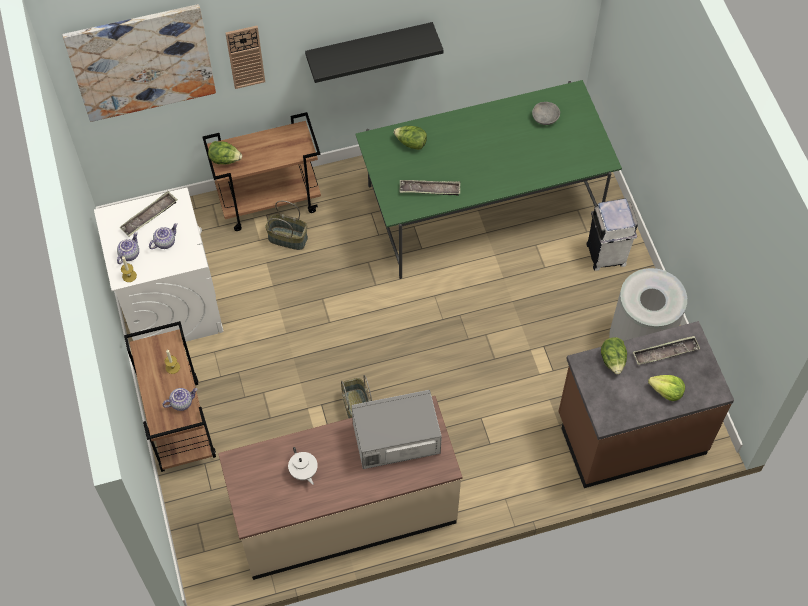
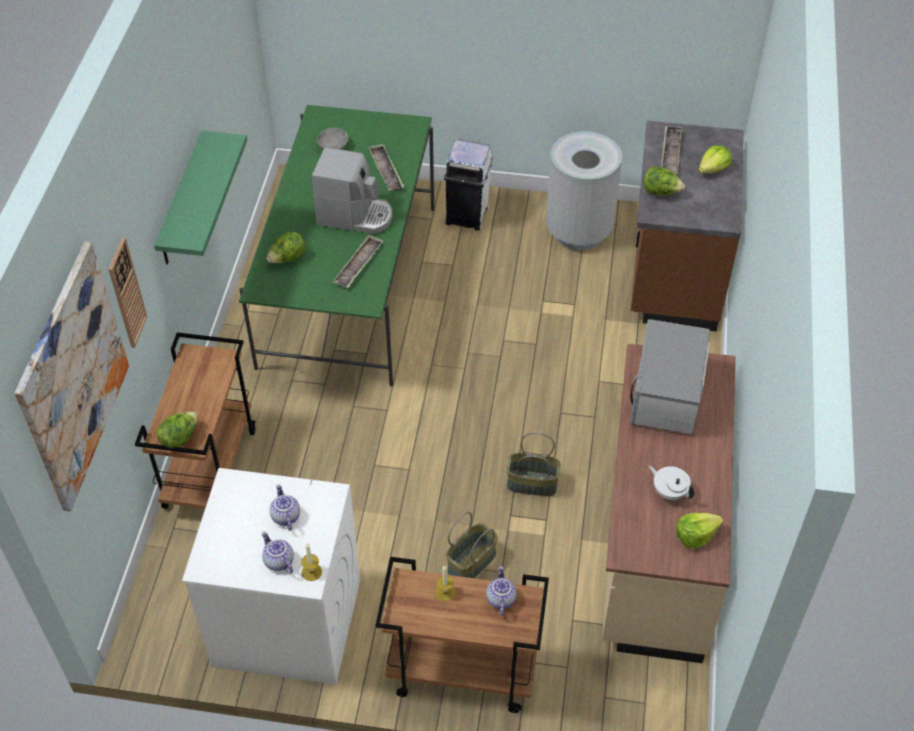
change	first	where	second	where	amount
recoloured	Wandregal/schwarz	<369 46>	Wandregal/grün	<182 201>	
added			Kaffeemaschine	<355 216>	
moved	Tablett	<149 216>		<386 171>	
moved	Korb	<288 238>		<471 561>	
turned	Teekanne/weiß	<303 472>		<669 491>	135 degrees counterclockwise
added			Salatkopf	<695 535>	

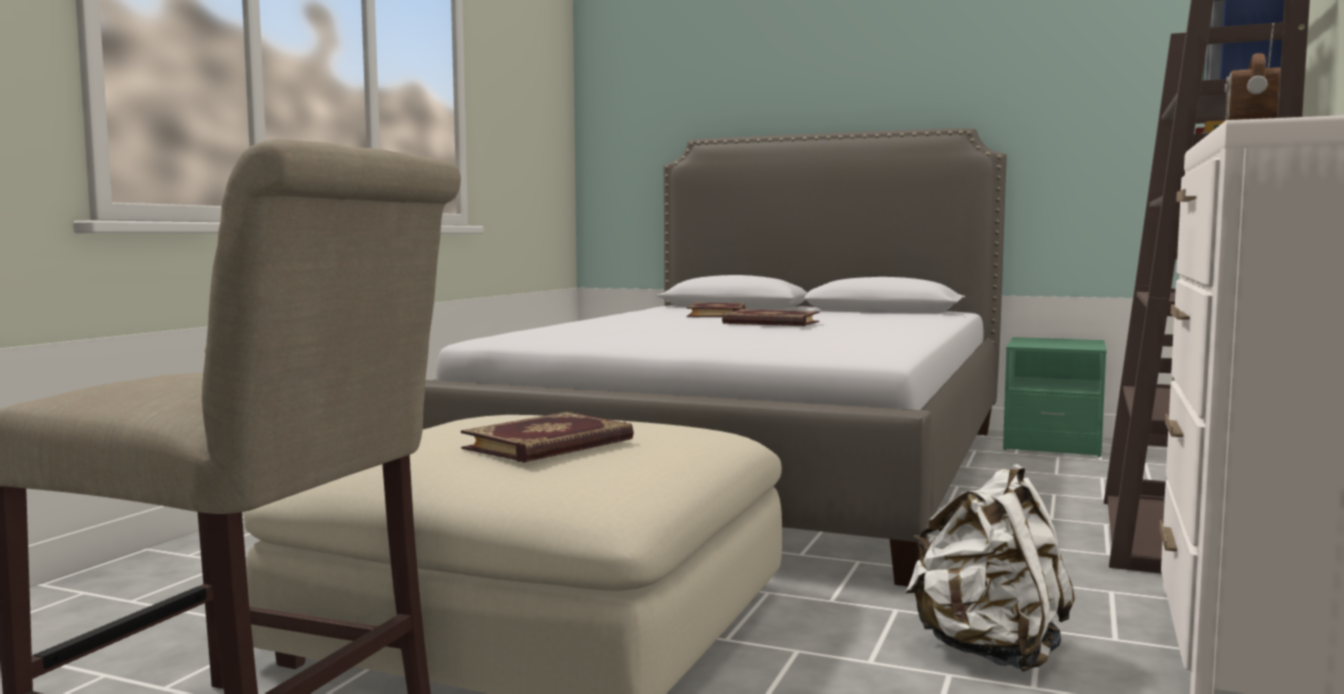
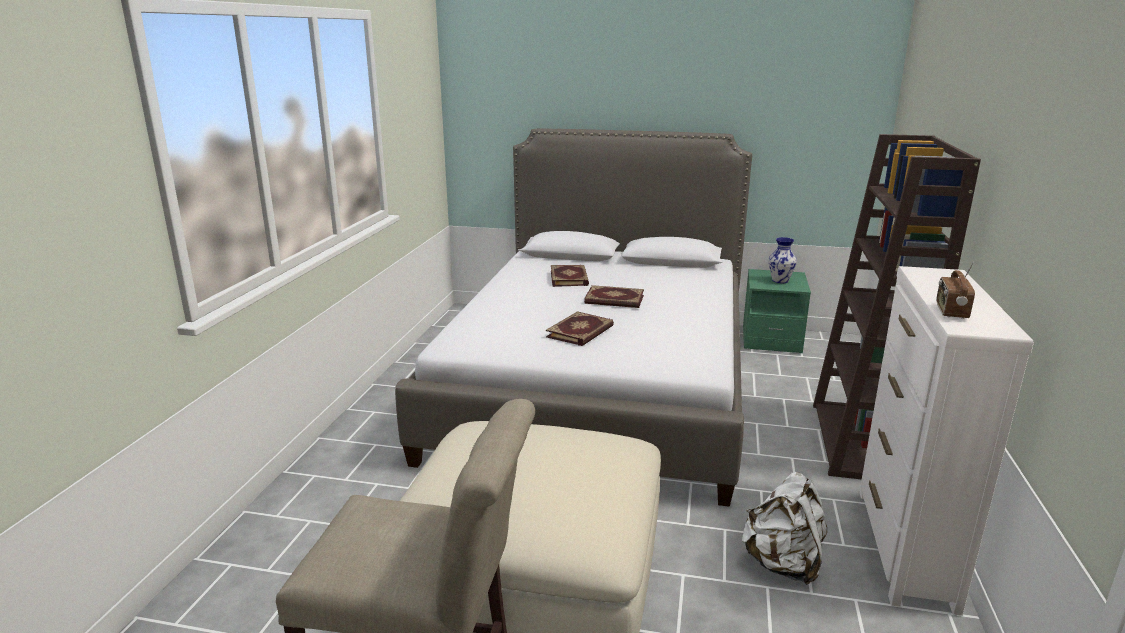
change	first	where	second	where	amount
moved	Buch	<550 444>		<581 332>	
added			Vase	<780 280>	

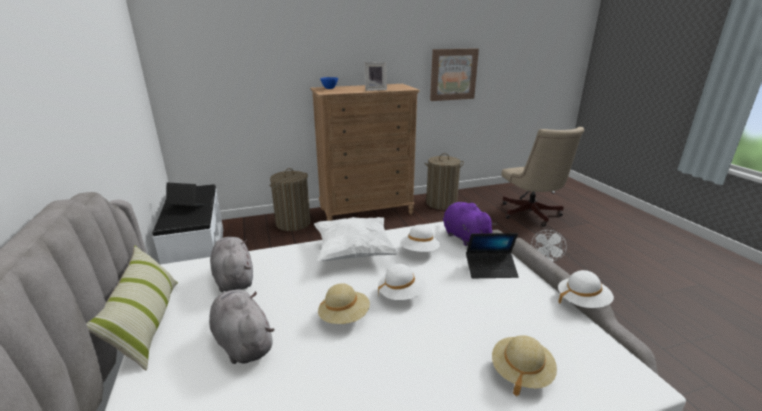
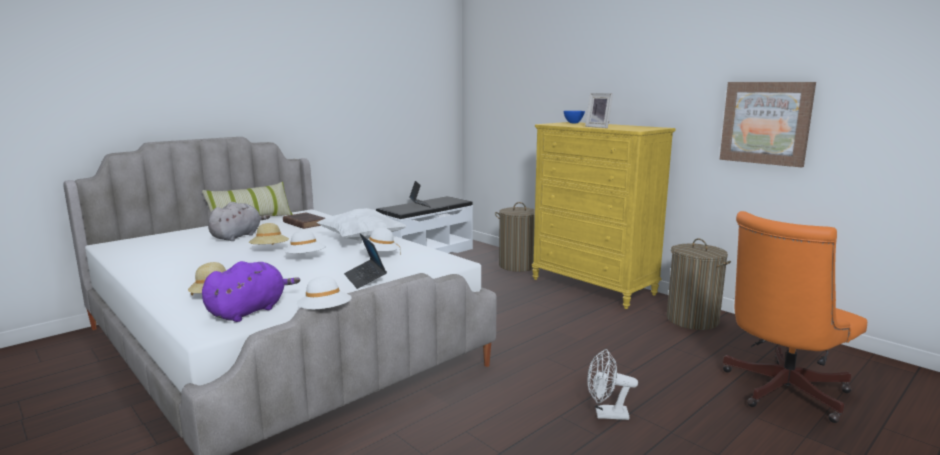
change	first	where	second	where	amount
moved	Plüschtier/lila	<464 237>		<249 311>	
replaced	Plüschtier/grau	<234 279>	Buch/braun	<304 223>	
recoloured	Kommode/braun	<366 211>	Kommode/gelb	<593 286>	
recoloured	Bürostuhl/beige	<531 215>	Bürostuhl/orange	<779 392>	

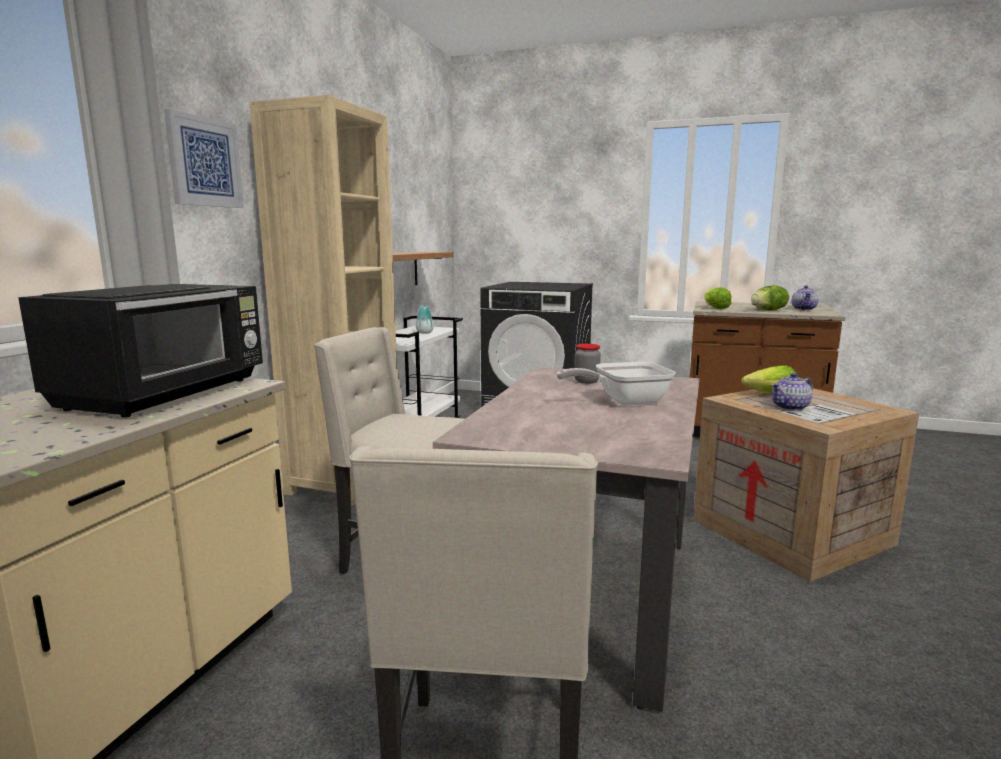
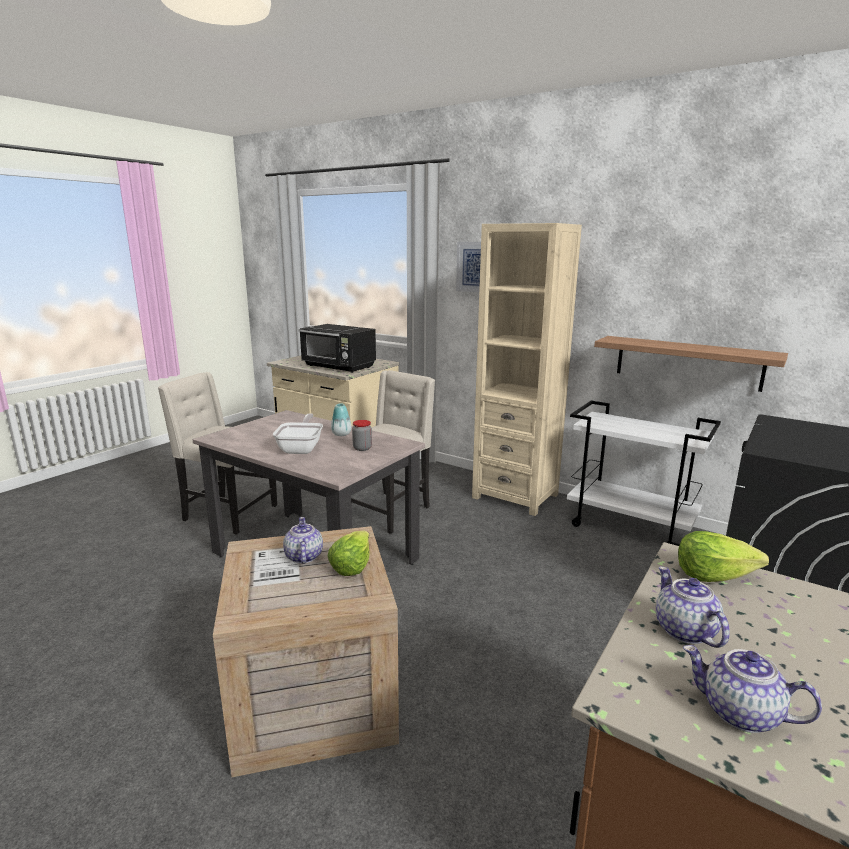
change	first	where	second	where	amount
moved	Vase	<424 333>		<341 434>	
replaced	Salatkopf	<769 310>	Teekanne	<683 630>	

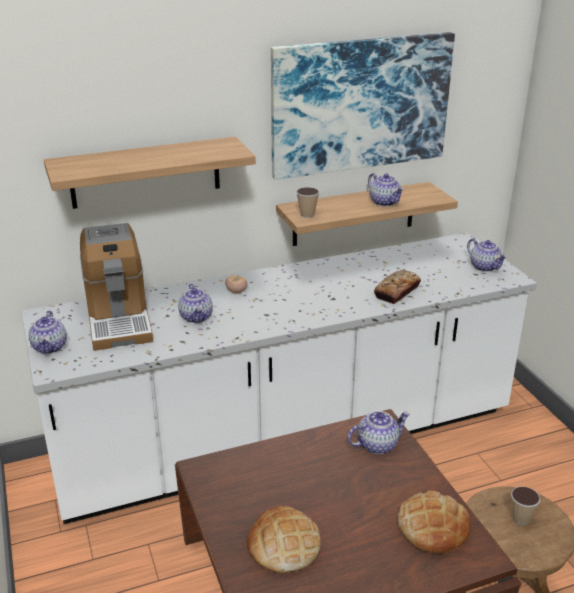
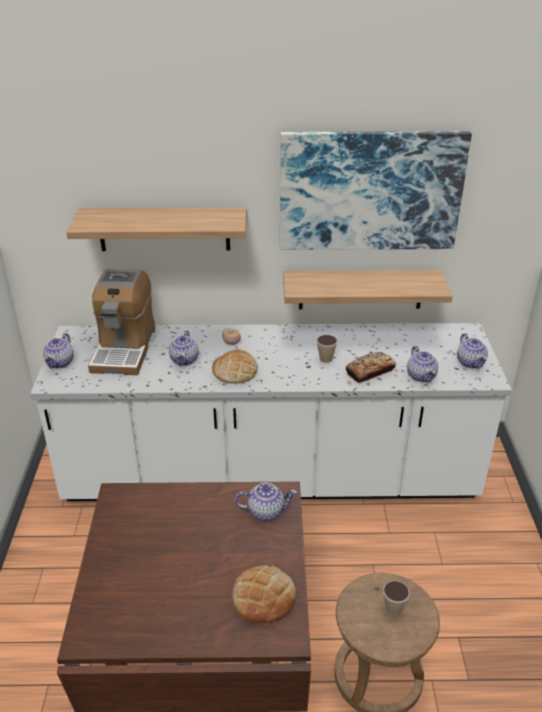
change	first	where	second	where	amount
moved	Brot	<283 545>		<235 371>	
moved	Tasse	<307 214>		<326 359>	
moved	Teekanne	<385 202>		<421 376>	

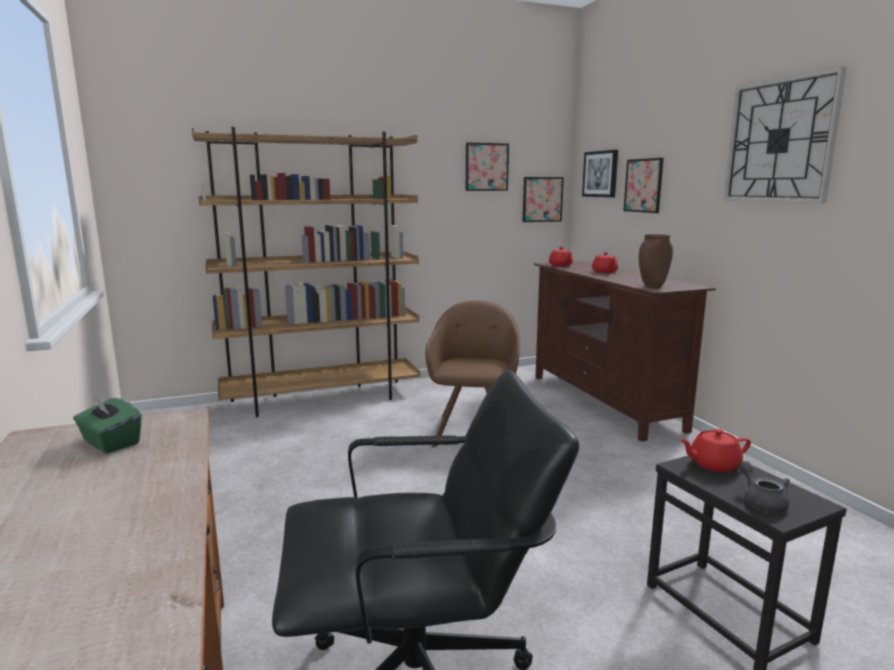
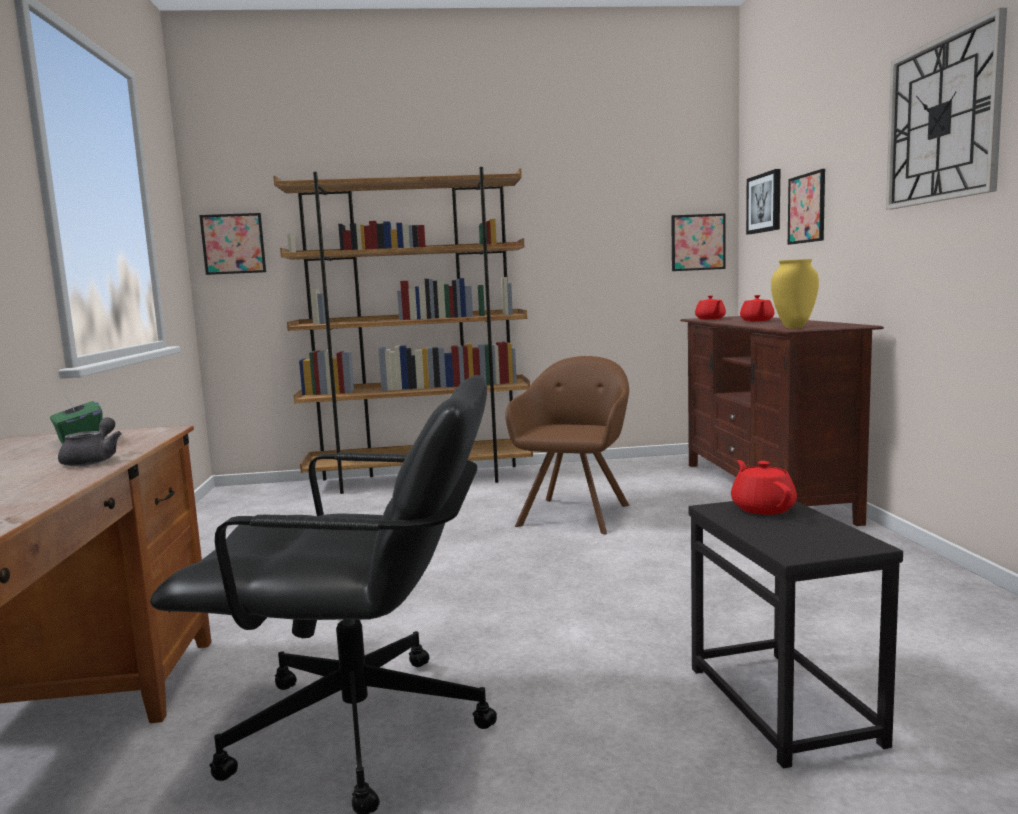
change	first	where	second	where	amount
moved	Teekanne/grau	<762 501>		<93 460>	
moved	Bild	<486 167>		<233 244>	
turned	Teekanne/rot	<713 465>		<762 508>	75 degrees clockwise
recoloured	Vase/braun	<652 287>	Vase/gelb	<793 327>	

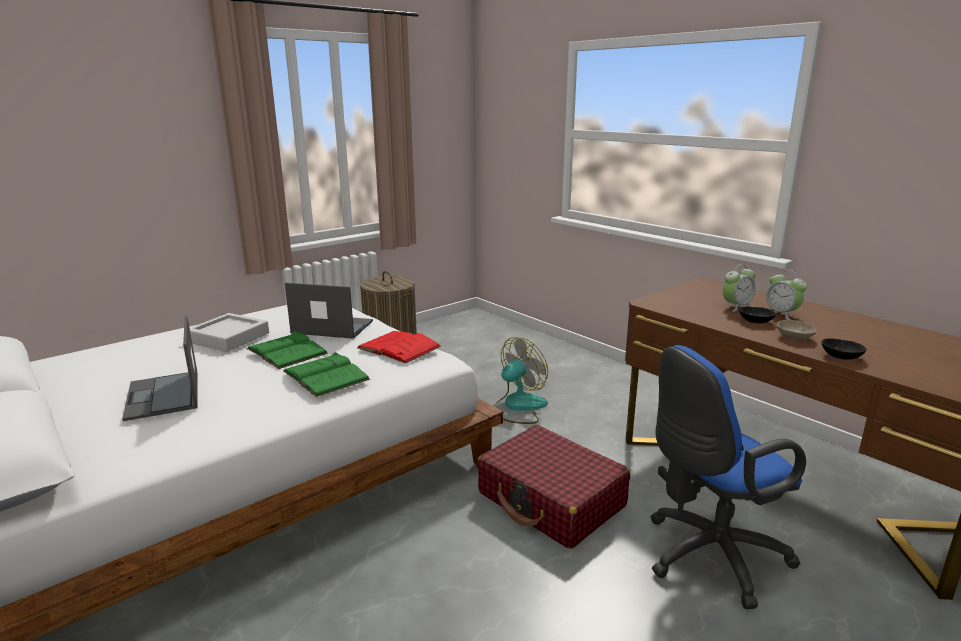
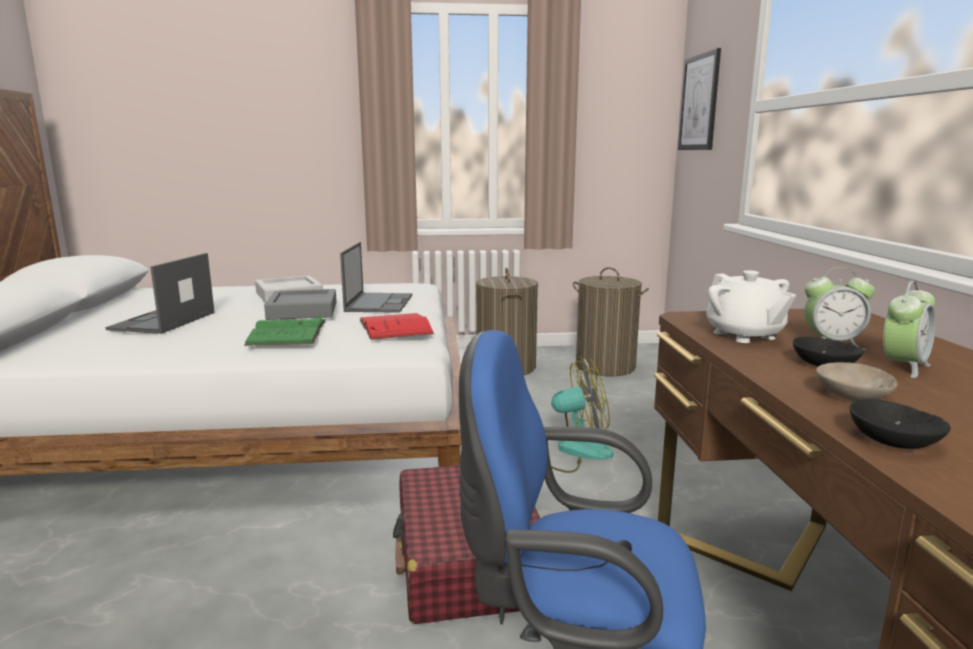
change	first	where	second	where	amount
replaced	Buch/grün	<287 351>	Tablett/grau	<302 311>	
turned	Laptop	<331 327>		<379 303>	45 degrees clockwise
added			Wäschekorb	<605 366>	
added			Bild	<699 102>	
added			Teekanne/weiß	<744 335>	
turned	Wecker	<781 314>		<903 367>	135 degrees counterclockwise

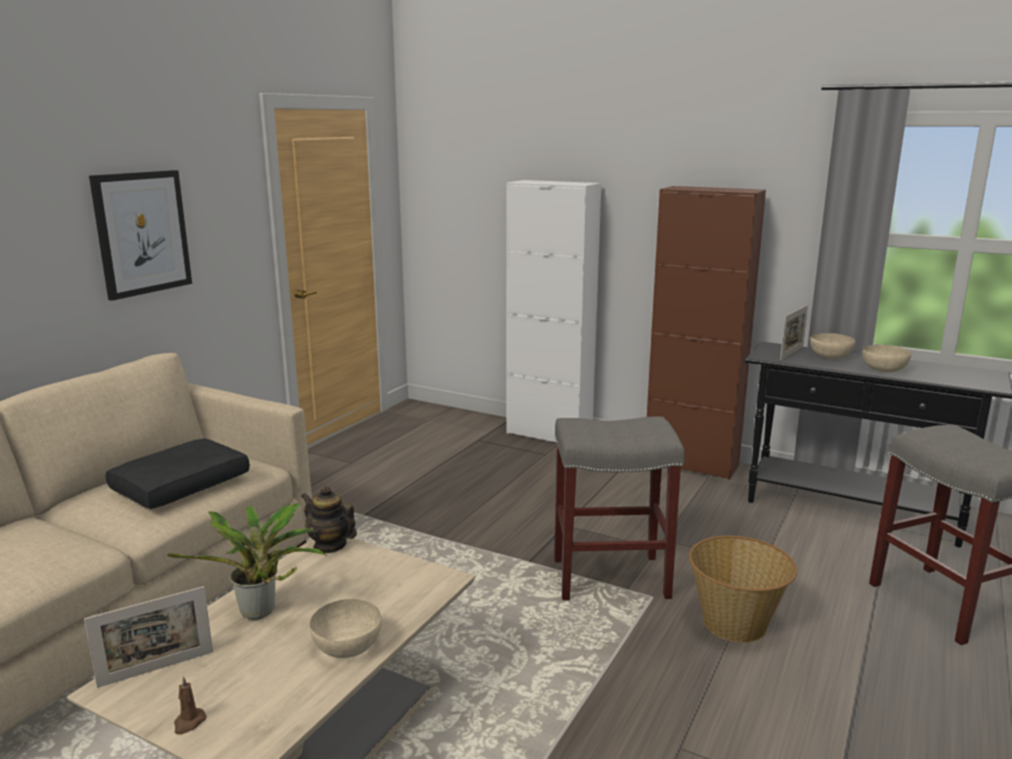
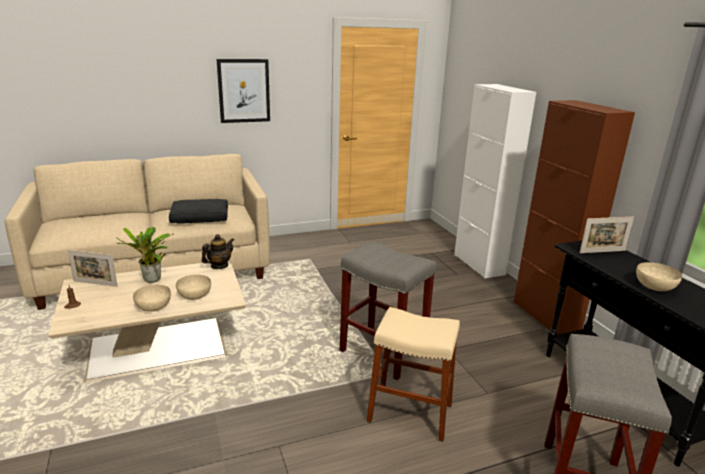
change	first	where	second	where	amount
moved	Schüssel/beige	<830 356>		<195 295>	
turned	Teekanne	<330 545>		<219 266>	60 degrees clockwise
replaced	Korb	<735 624>	Hocker/beige	<410 412>	

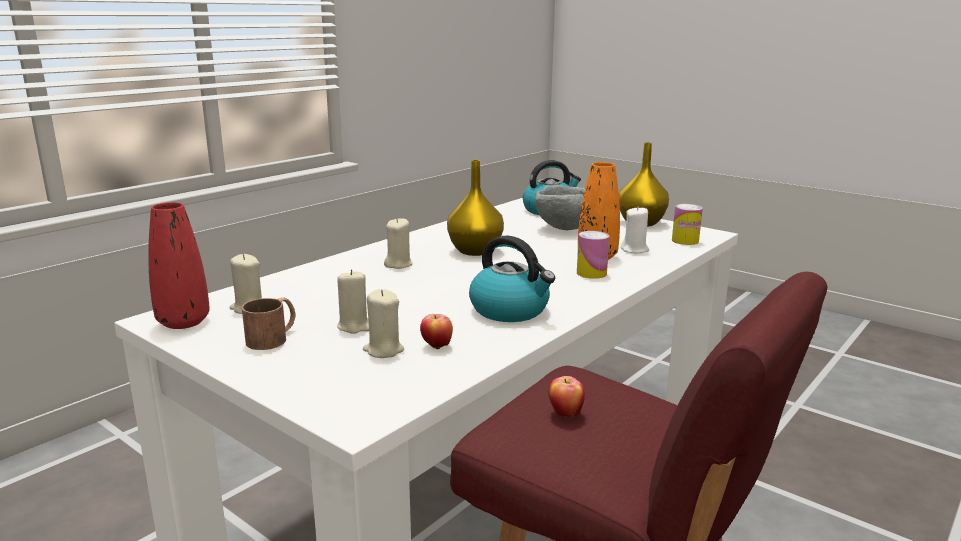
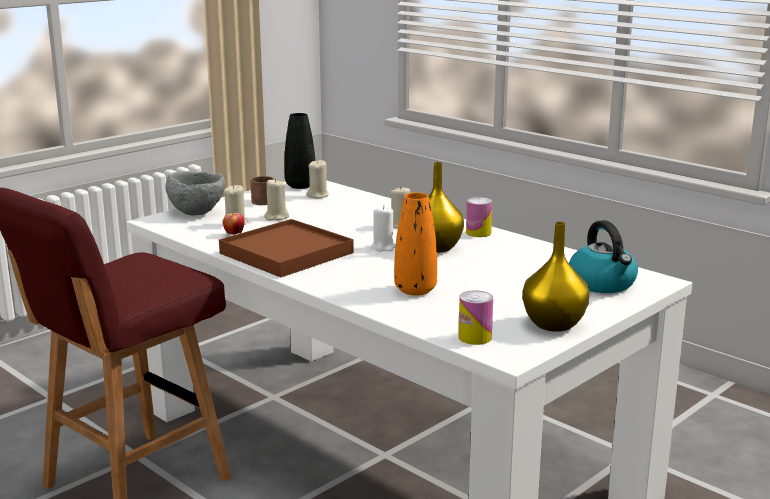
change	first	where	second	where	amount
moved	Schüssel/grau	<562 229>		<197 213>	
replaced	Wasserkessel	<510 310>	Tablett/braun	<287 253>	
recoloured	Vase/rot	<183 322>	Vase/schwarz	<300 186>	
moved	Kerze/weiß	<634 250>		<383 247>	
moved	Dose	<591 273>		<478 233>	
removed	Apfel	<565 414>			

